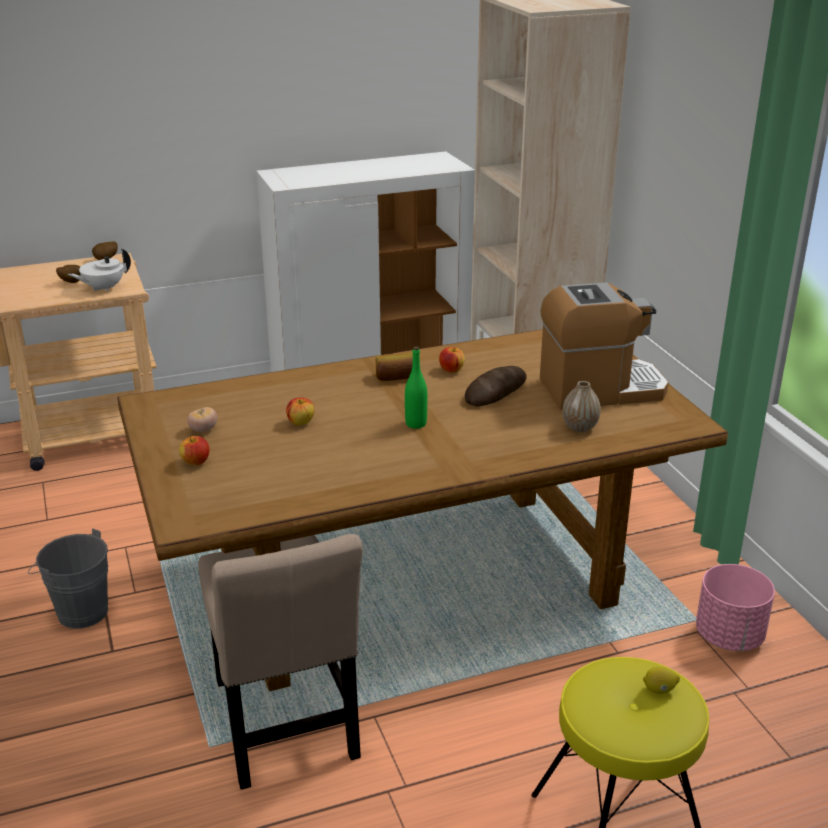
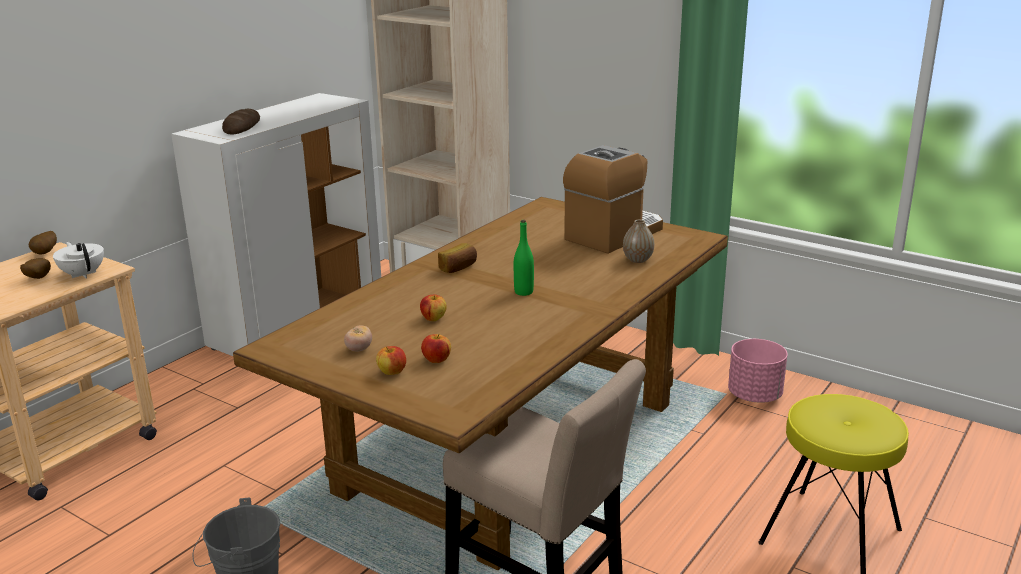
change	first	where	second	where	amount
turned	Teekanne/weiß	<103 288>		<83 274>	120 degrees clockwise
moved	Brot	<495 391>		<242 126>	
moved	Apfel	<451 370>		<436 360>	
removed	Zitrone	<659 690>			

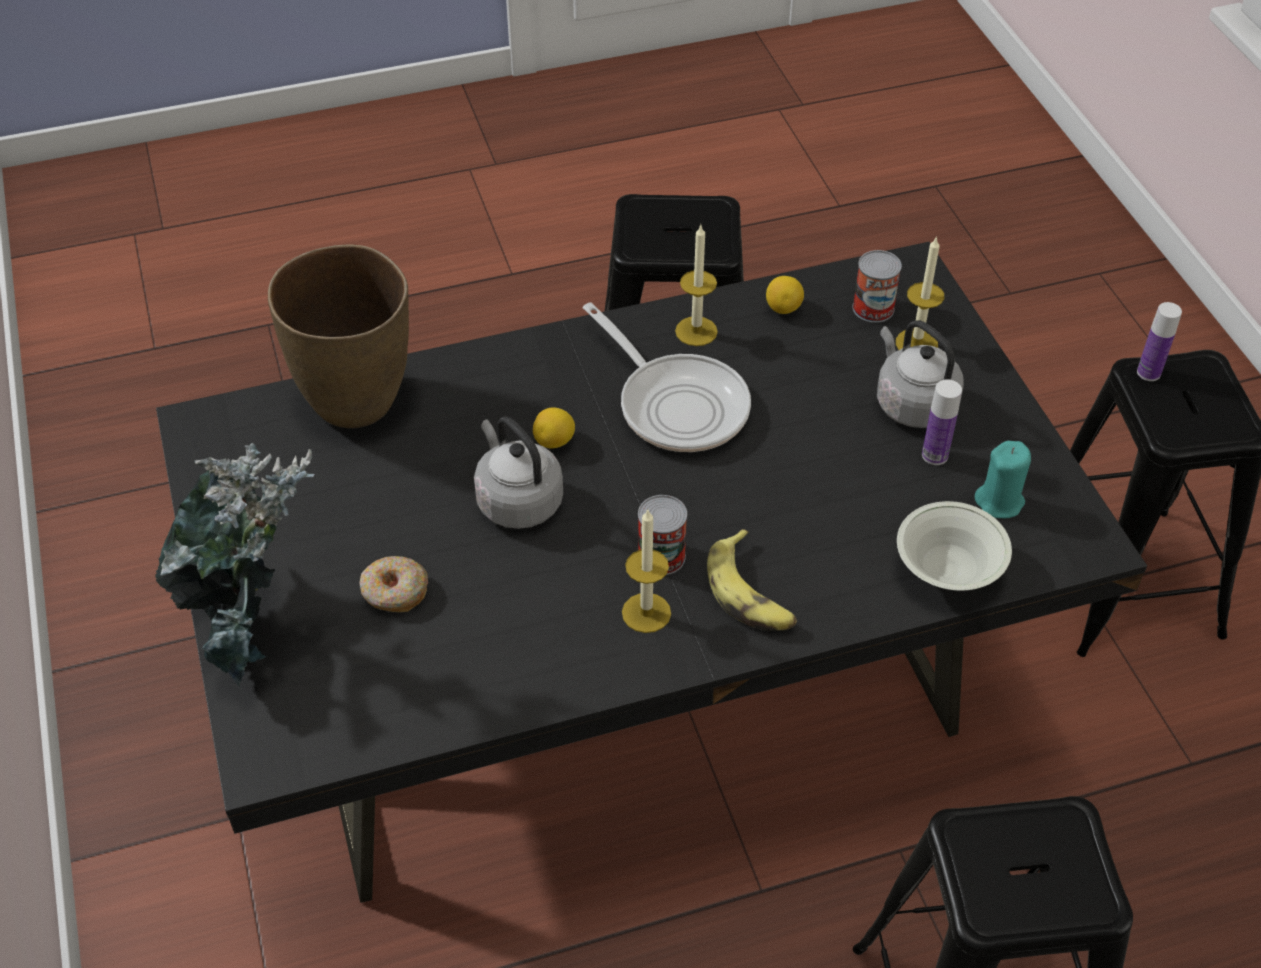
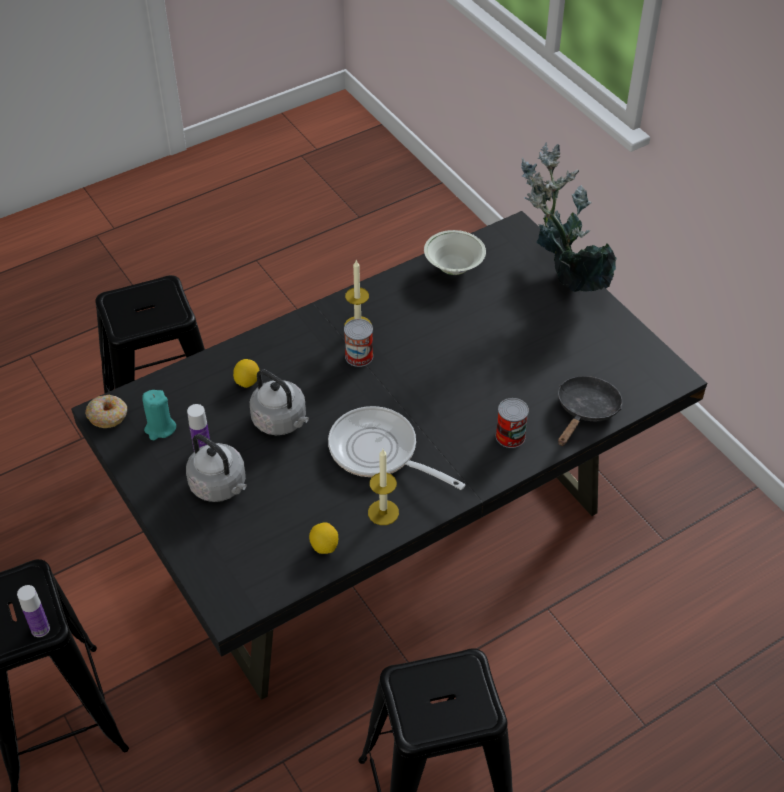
change	first	where	second	where	amount
moved	Donut	<394 592>		<108 416>	
moved	Zitrone	<554 442>		<247 382>	
moved	Wasserkessel/grau	<517 500>		<281 421>	
moved	Schüssel/weiß	<948 572>		<453 268>	
moved	Dose	<873 308>		<510 436>	
replaced	Vase/braun	<357 402>	Pfanne/schwarz	<585 411>	
removed	Banane	<750 593>			
removed	Kerze	<916 343>			

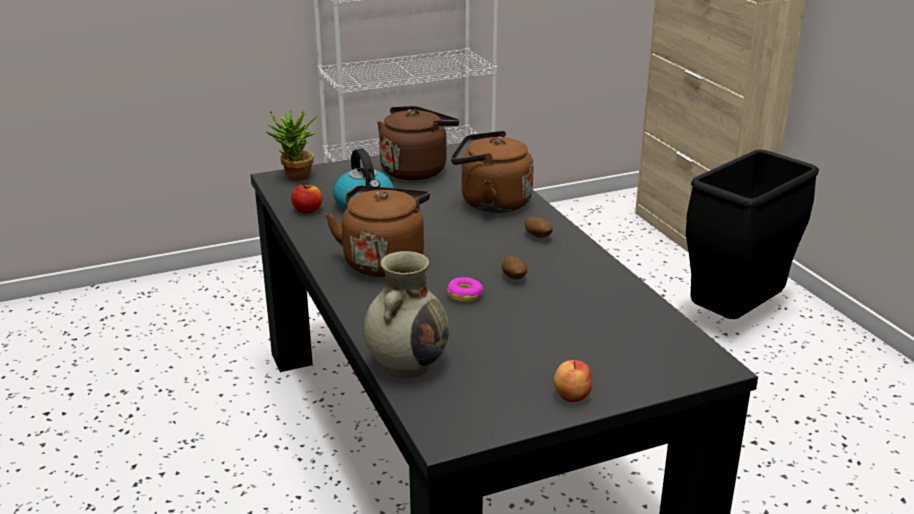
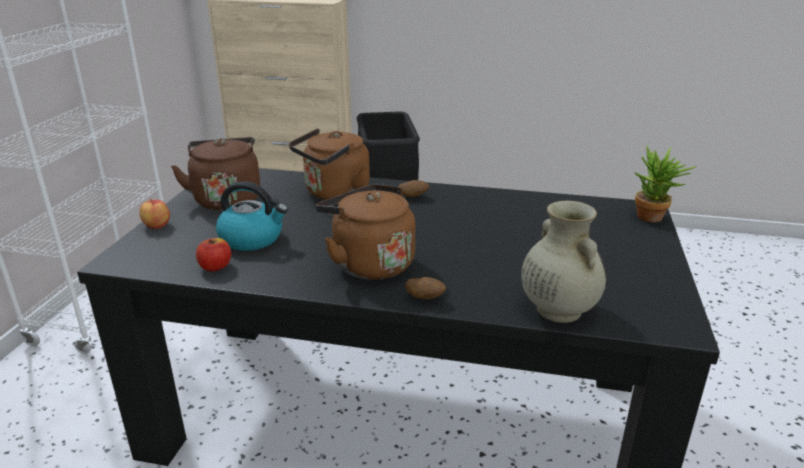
change	first	where	second	where	amount
moved	Apfel	<571 396>		<156 226>	
moved	Kartoffel	<514 278>		<425 298>	
moved	Topfpflanze	<295 178>		<653 219>	
removed	Donut	<465 295>			

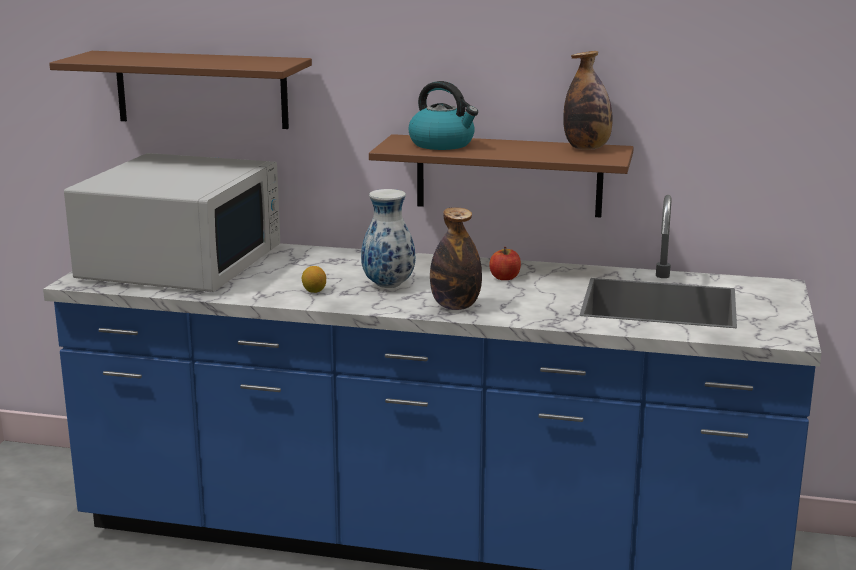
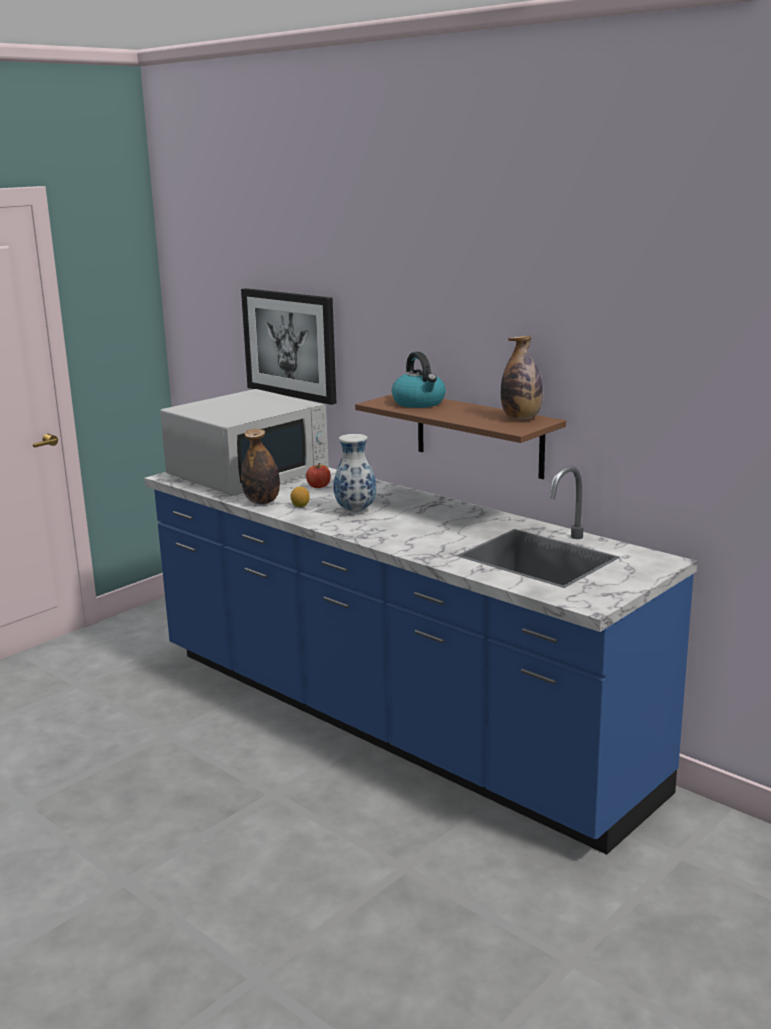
change	first	where	second	where	amount
replaced	Wandregal/braun	<201 89>	Bild	<290 344>	
moved	Flasche	<455 306>		<262 501>	
moved	Apfel	<505 278>		<318 486>	

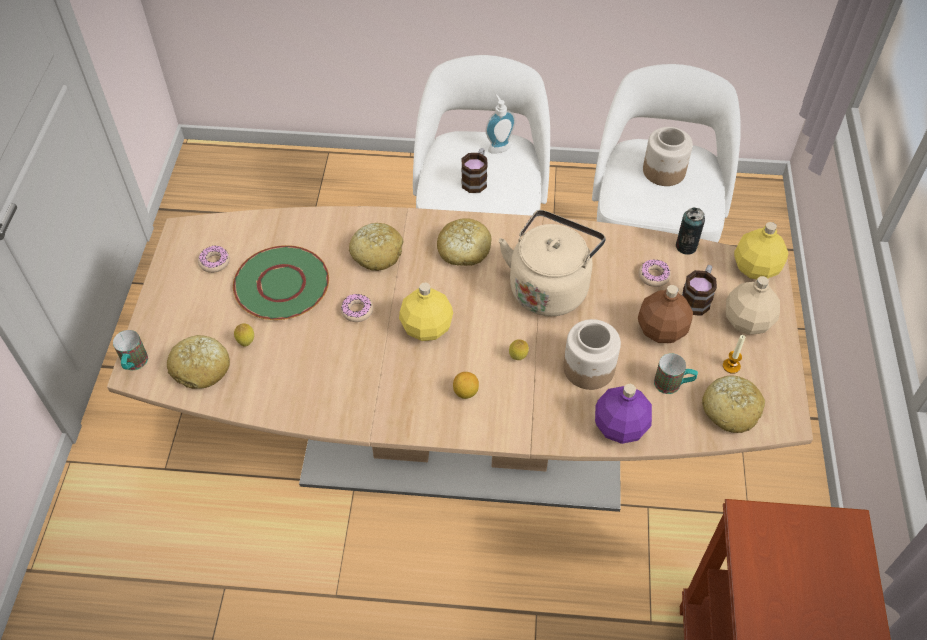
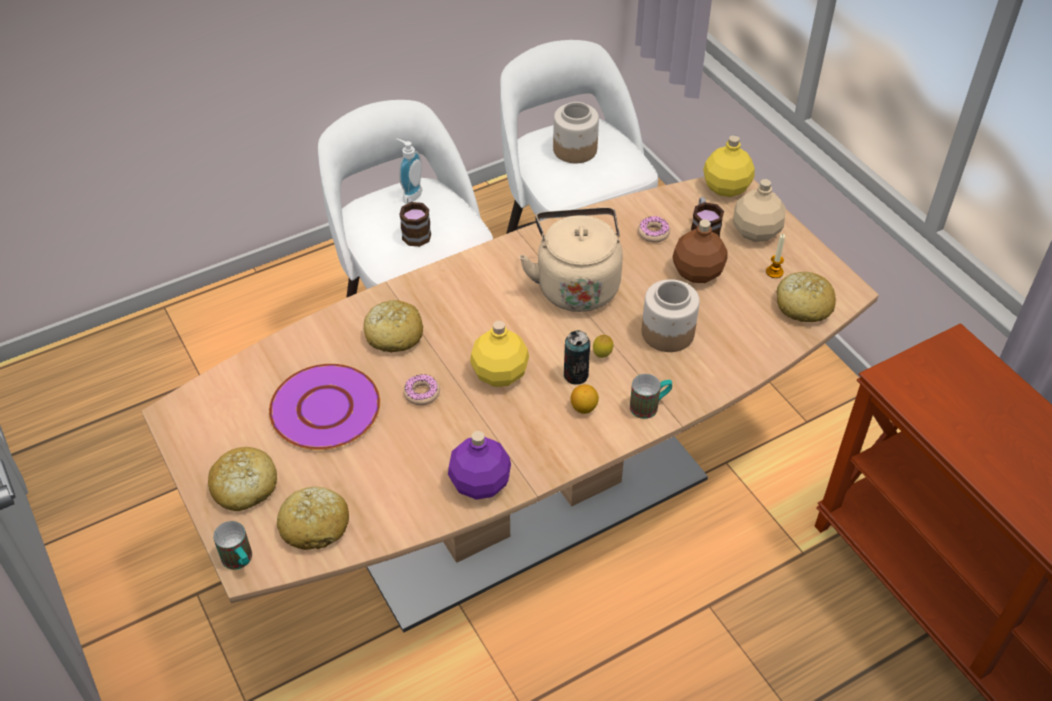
change	first	where	second	where	amount
moved	Brot	<464 250>		<245 487>	
recoloured	Teller/grün	<282 284>	Teller/lila	<326 408>	
moved	Flasche/lila	<621 427>		<481 483>	
moved	Dose	<686 246>		<576 375>	
moved	Henkelbecher	<673 384>		<649 406>	
removed	Donut	<214 262>			
removed	Zitrone	<246 342>			

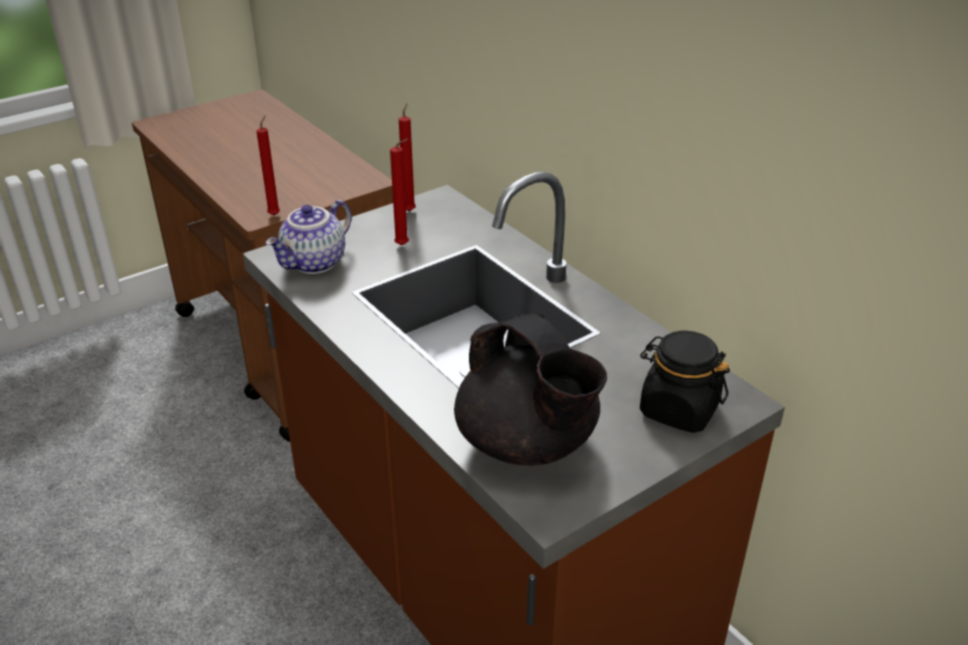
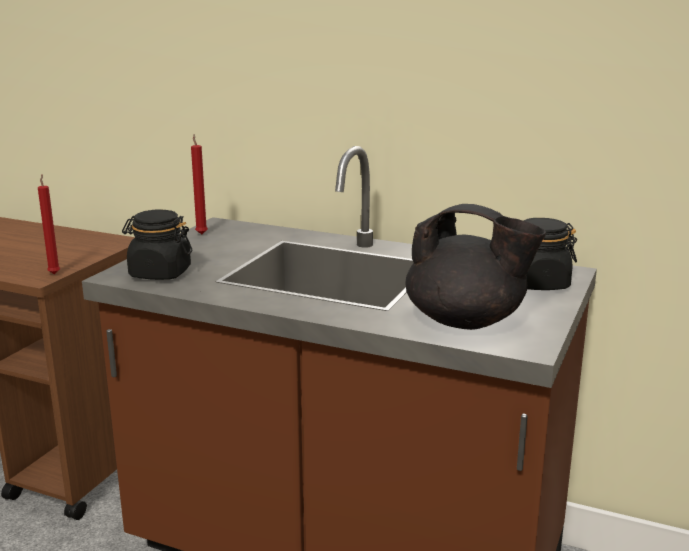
change	first	where	second	where	amount
replaced	Teekanne	<315 263>	Vorratsglas/schwarz	<159 273>	
removed	Kerze/rot	<404 246>			

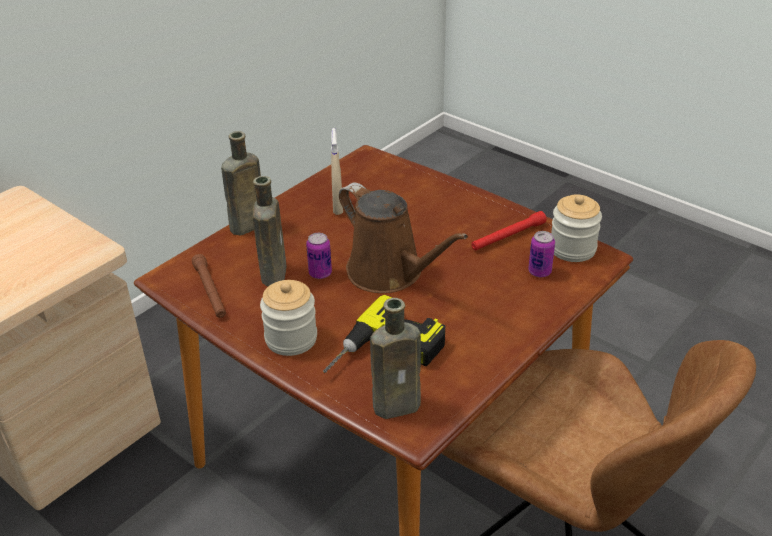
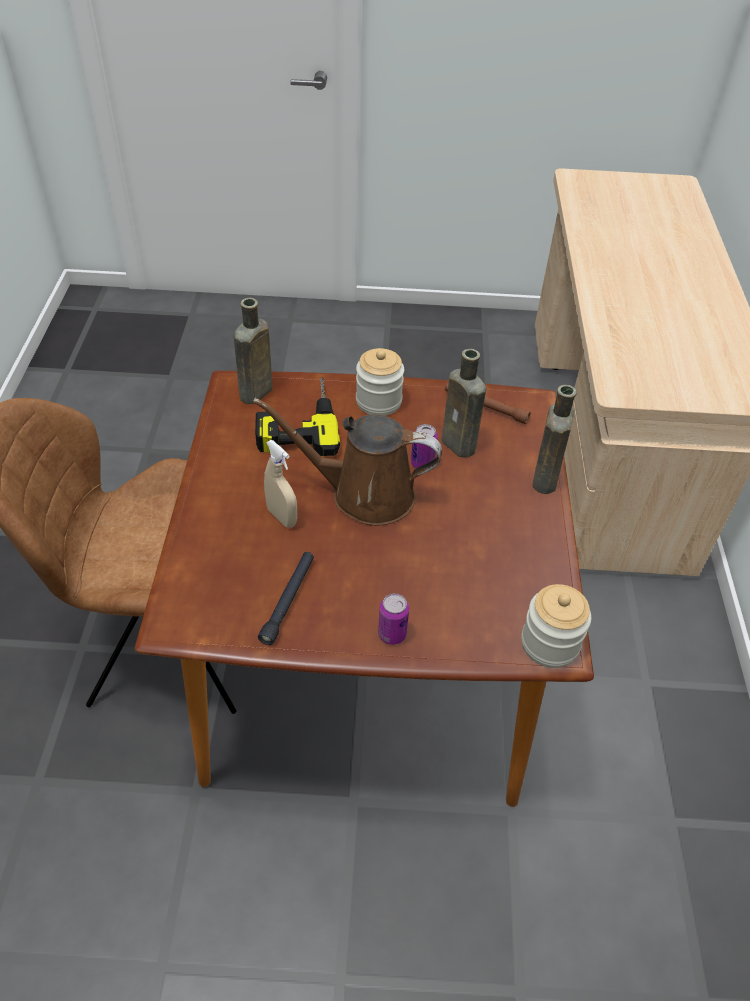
change	first	where	second	where	amount
recoloured	Taschenlampe/rot	<508 236>	Taschenlampe/schwarz	<288 600>	
moved	Sprühflasche/beige	<338 207>		<282 517>	
moved	Dose	<539 272>		<392 634>	
moved	Vorratsglas	<572 249>		<549 644>	

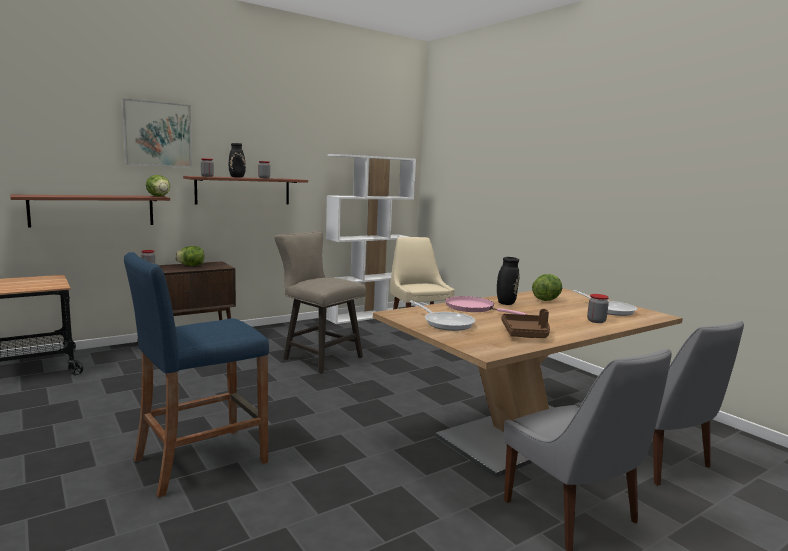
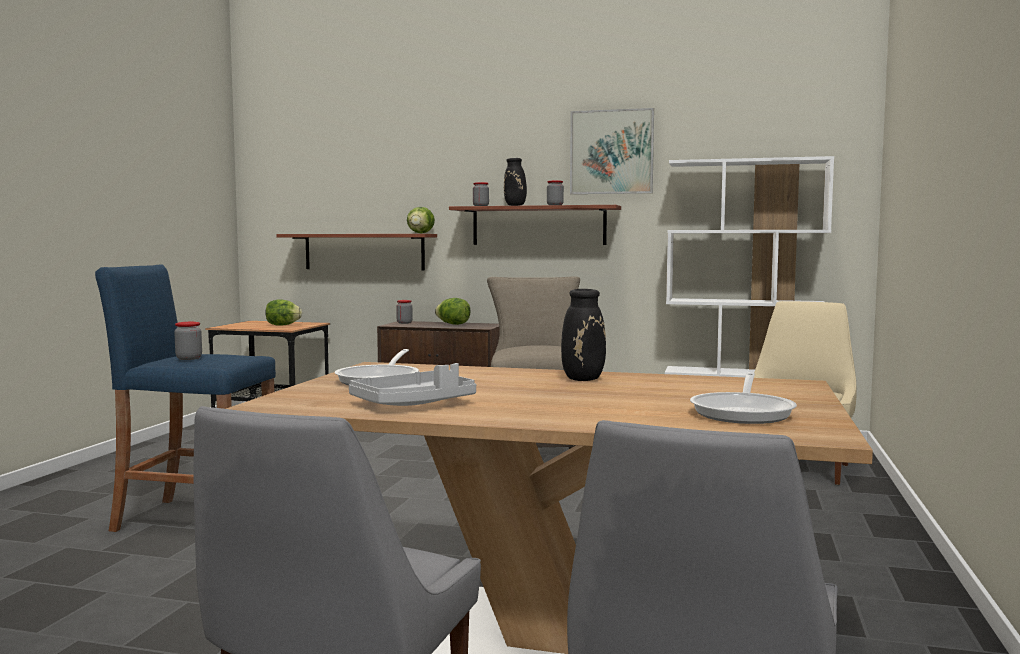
change	first	where	second	where	amount
moved	Vorratsglas	<596 321>		<189 358>	
moved	Salatkopf	<546 300>		<282 325>	
recoloured	Tablett/braun	<526 334>	Tablett/grau	<413 404>	
moved	Bild	<158 134>		<611 152>	
removed	Pfanne/rosa	<473 308>			

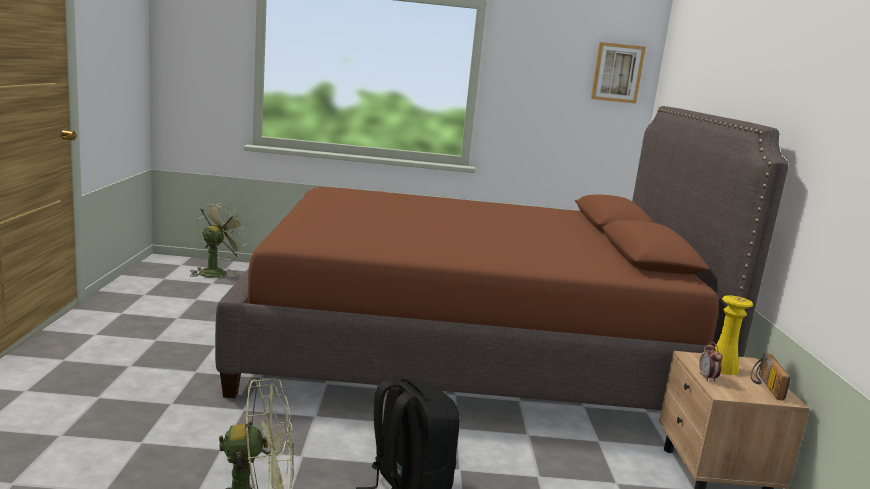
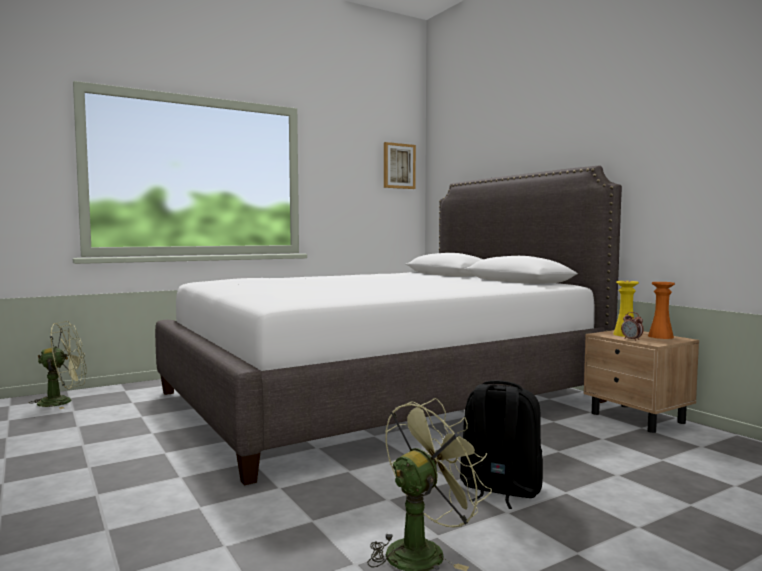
change	first	where	second	where	amount
turned	Ventilator/grün	<216 272>		<63 402>	75 degrees clockwise
recoloured	Bett/braun	<466 348>	Bett/weiß	<381 397>	
replaced	Radio	<764 385>	Vase/orange	<660 336>	

